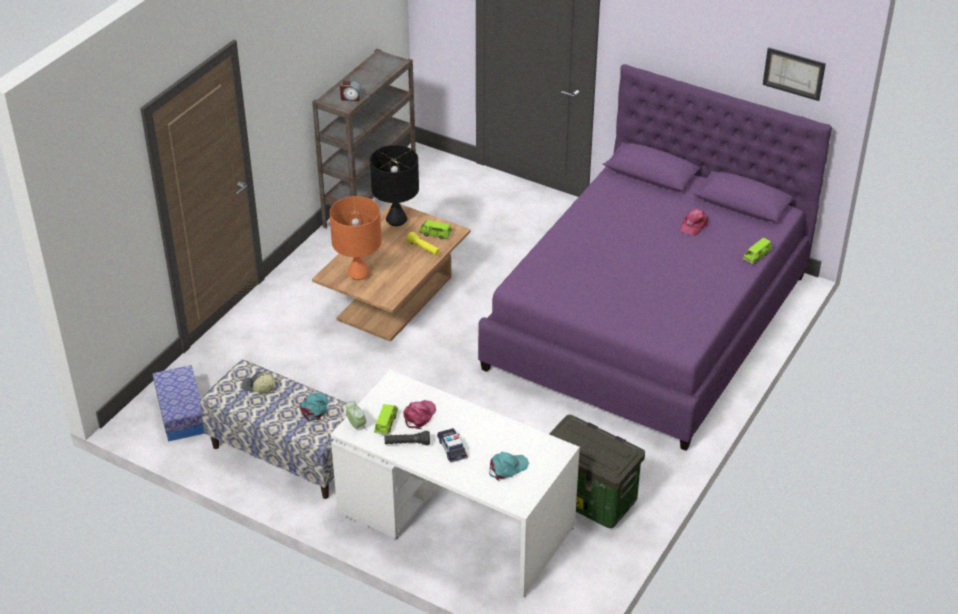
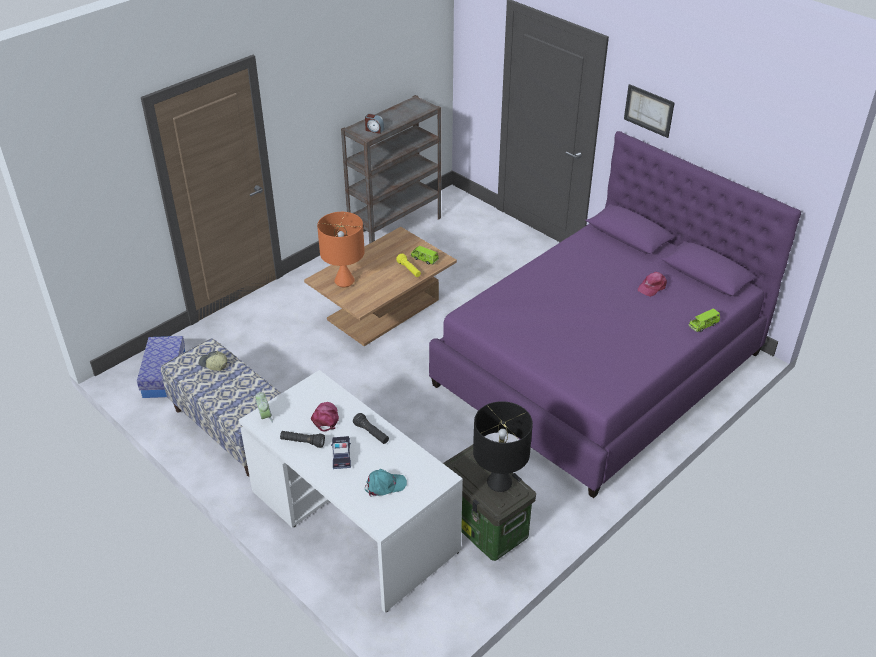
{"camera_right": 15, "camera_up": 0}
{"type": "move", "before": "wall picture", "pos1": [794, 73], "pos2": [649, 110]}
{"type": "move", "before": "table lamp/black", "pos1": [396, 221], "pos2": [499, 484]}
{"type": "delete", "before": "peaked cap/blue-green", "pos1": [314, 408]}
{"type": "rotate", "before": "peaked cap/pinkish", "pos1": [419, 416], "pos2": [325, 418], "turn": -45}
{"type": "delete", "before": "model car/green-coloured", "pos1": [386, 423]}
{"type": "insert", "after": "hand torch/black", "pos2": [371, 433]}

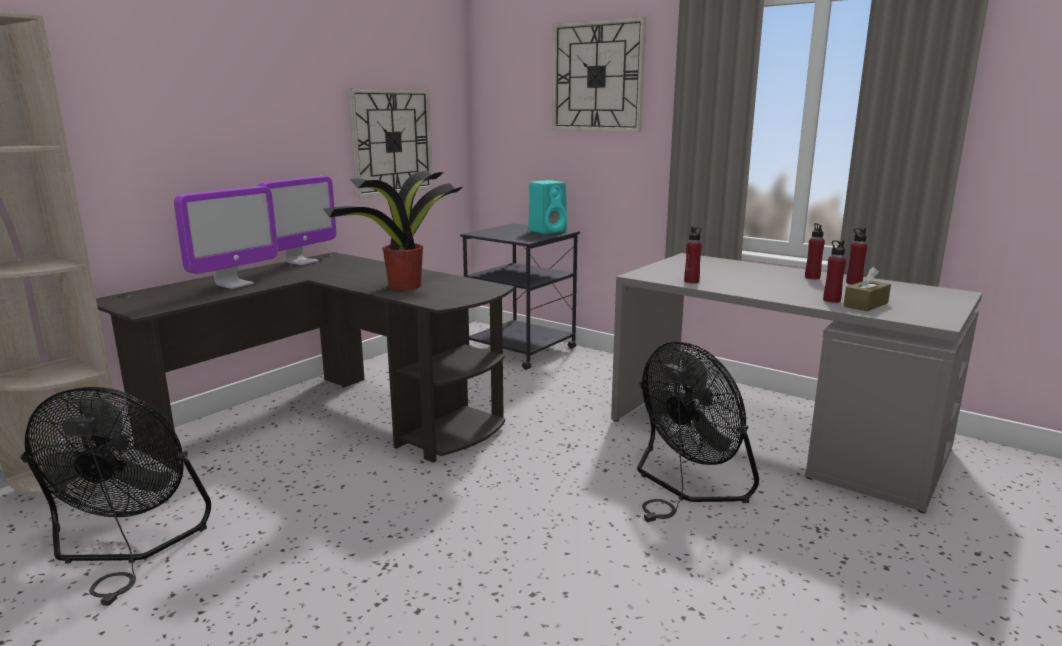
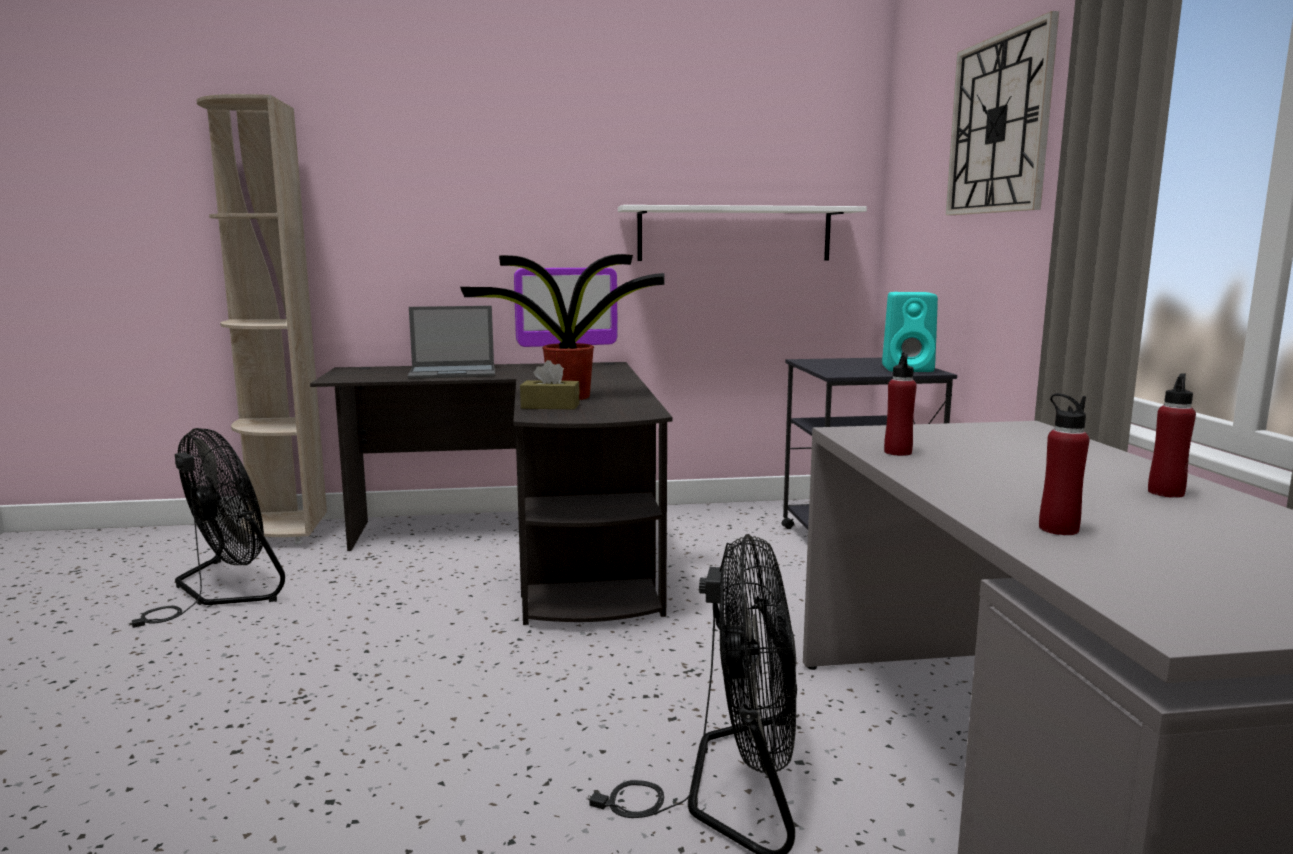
{"camera_right": 45, "camera_up": -5}
{"type": "replace", "before": "wall clock", "after": "shelf/whitish", "pos1": [392, 142], "pos2": [734, 234]}
{"type": "replace", "before": "computer screen", "after": "portable computer", "pos1": [234, 284], "pos2": [454, 372]}
{"type": "delete", "before": "bottle/red-coloured", "pos1": [853, 283]}
{"type": "move", "before": "tissue box/brown-coloured", "pos1": [865, 304], "pos2": [550, 406]}

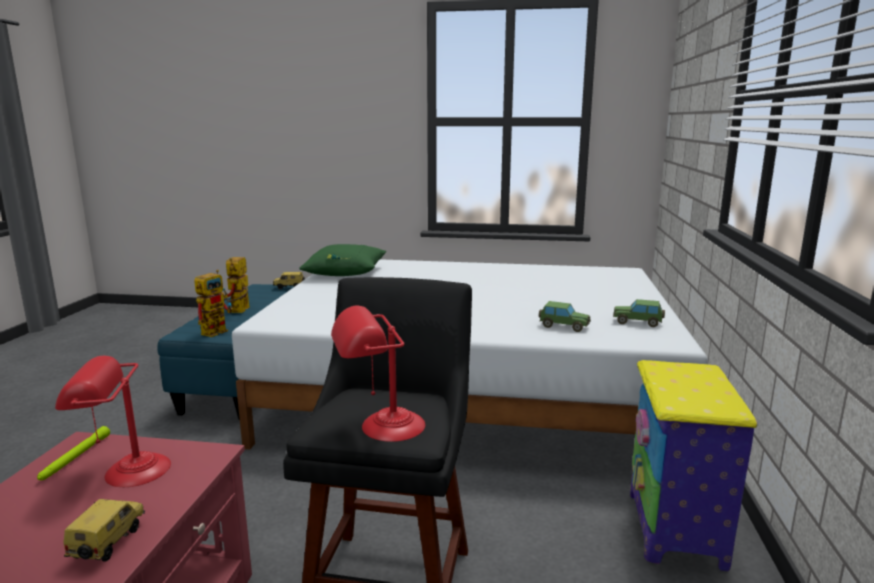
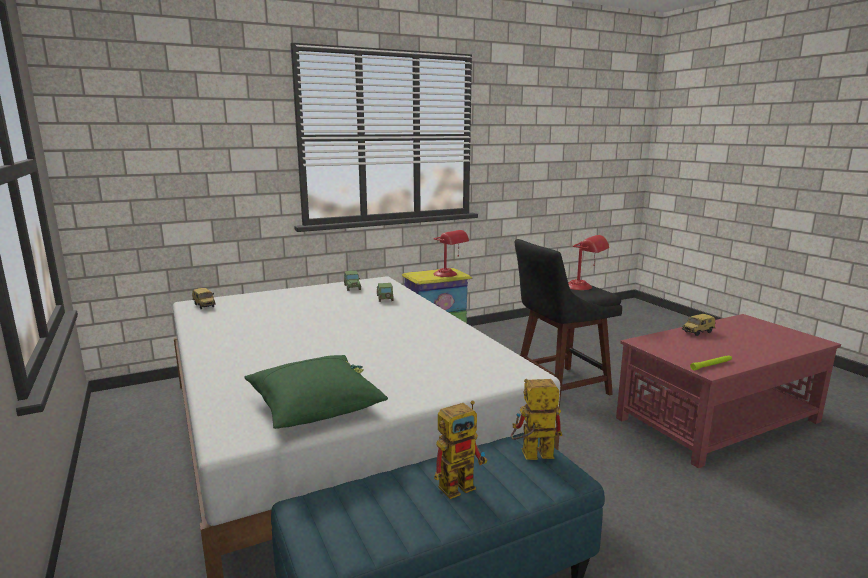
{"camera_right": -125, "camera_up": 0}
{"type": "move", "before": "model car", "pos1": [289, 288], "pos2": [205, 306]}
{"type": "move", "before": "table lamp/red-coloured", "pos1": [123, 472], "pos2": [449, 274]}

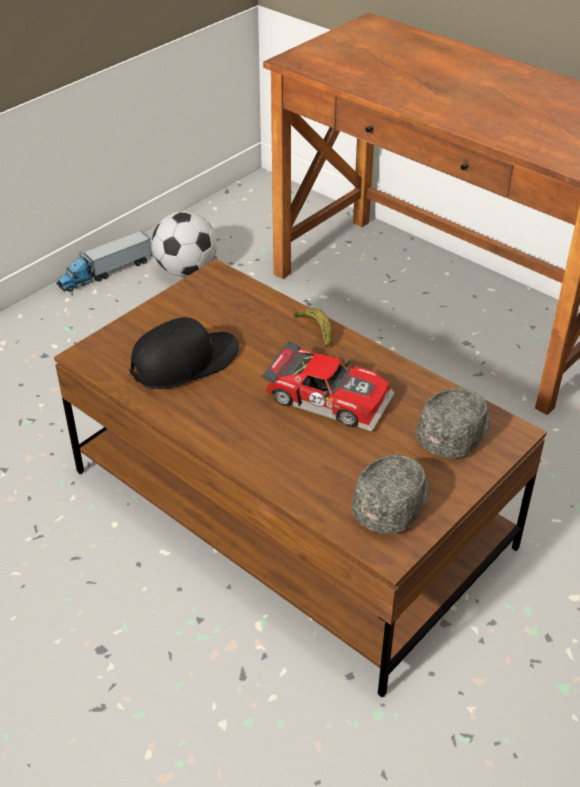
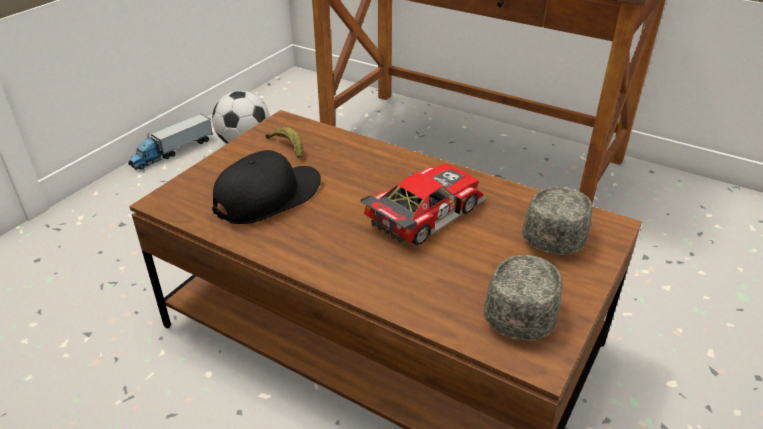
{"camera_right": -10, "camera_up": -5}
{"type": "move", "before": "banana fruit", "pos1": [316, 330], "pos2": [288, 147]}
{"type": "rotate", "before": "model car", "pos1": [329, 396], "pos2": [422, 212], "turn": -60}

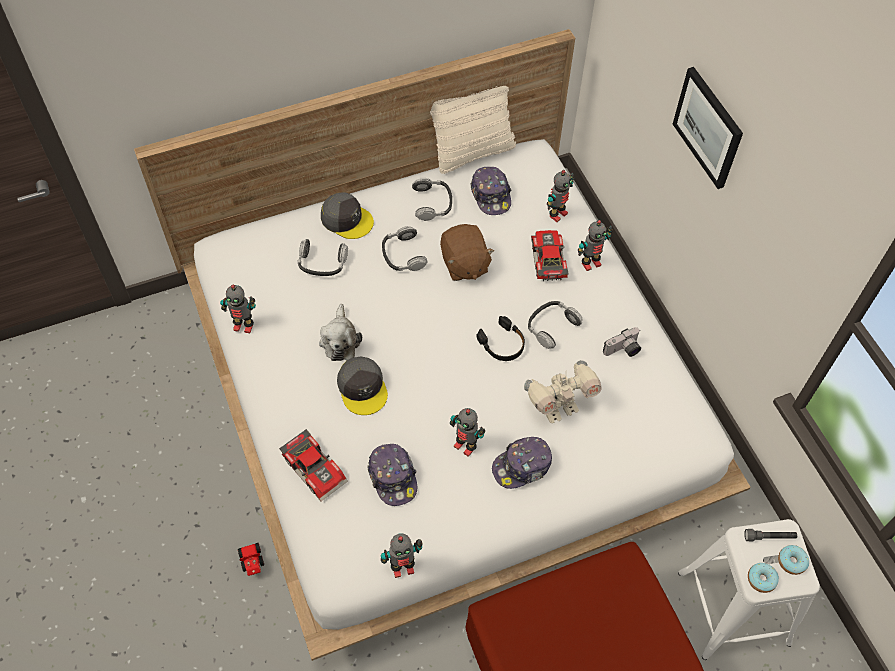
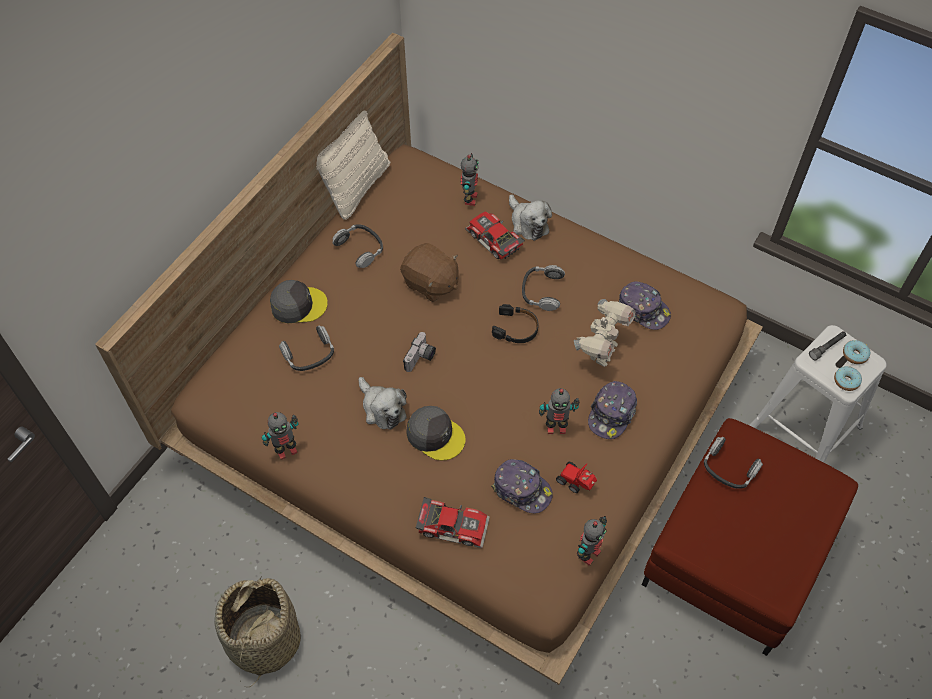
{"camera_right": -35, "camera_up": 0}
{"type": "recolor", "before": "sleeping bed/whitish", "after": "sleeping bed/brown-coloured", "pos1": [446, 393], "pos2": [466, 406]}
{"type": "delete", "before": "wall picture", "pos1": [708, 127]}
{"type": "move", "before": "peaked cap", "pos1": [491, 195], "pos2": [643, 310]}
{"type": "replace", "before": "robot figure", "after": "cuddly toy", "pos1": [590, 263], "pos2": [528, 223]}
{"type": "move", "before": "pair of headphones", "pos1": [403, 255], "pos2": [729, 468]}
{"type": "move", "before": "photo camera", "pos1": [623, 350], "pos2": [421, 358]}
{"type": "move", "before": "model car", "pos1": [252, 563], "pos2": [577, 482]}
{"type": "insert", "after": "basket", "pos2": [263, 640]}

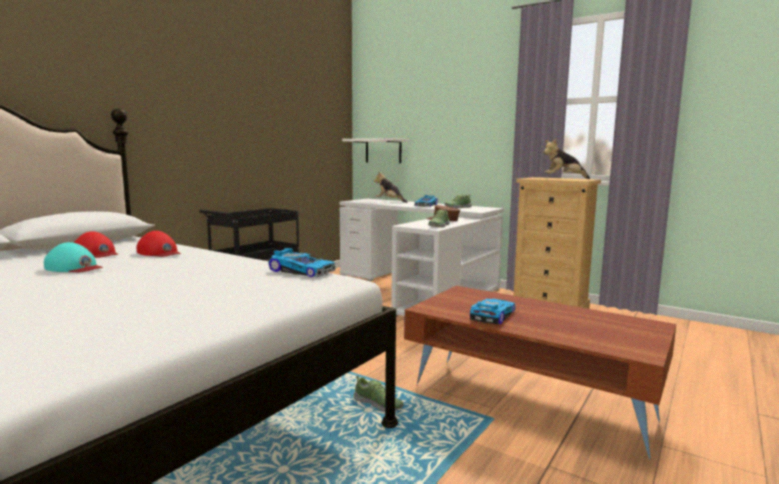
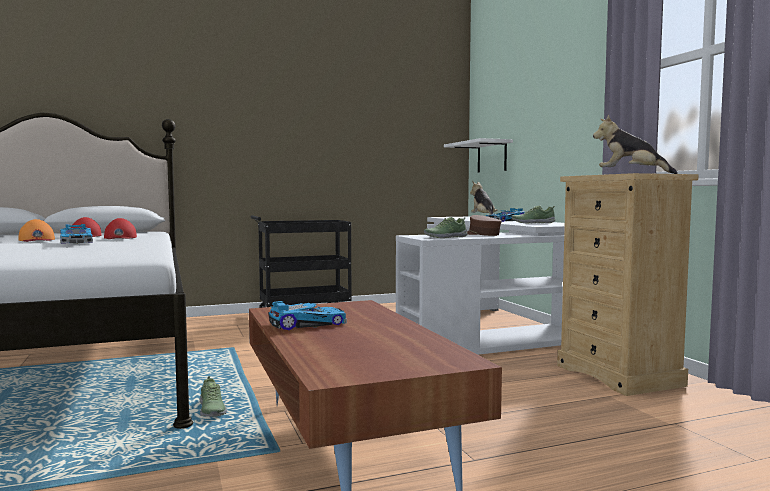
{"camera_right": 35, "camera_up": -5}
{"type": "recolor", "before": "peaked cap/blue-green", "after": "peaked cap/orange", "pos1": [74, 267], "pos2": [37, 240]}
{"type": "move", "before": "model car", "pos1": [302, 270], "pos2": [77, 242]}

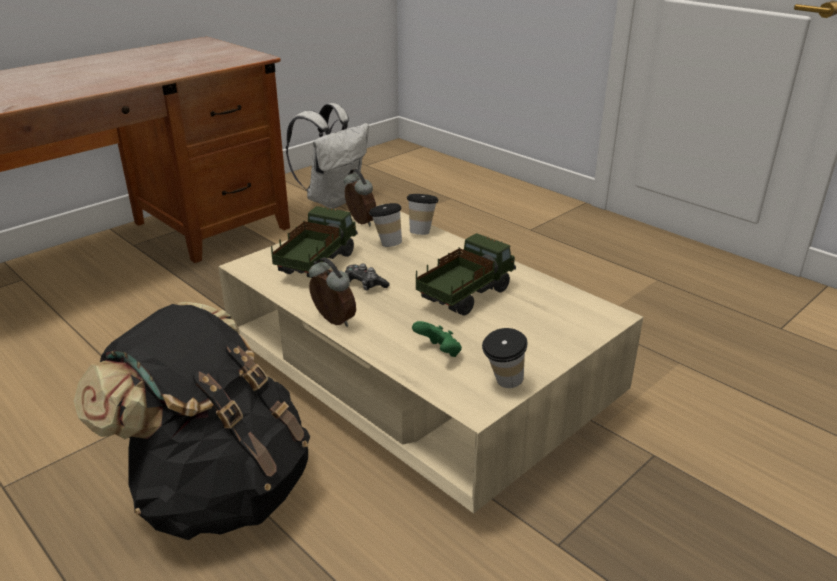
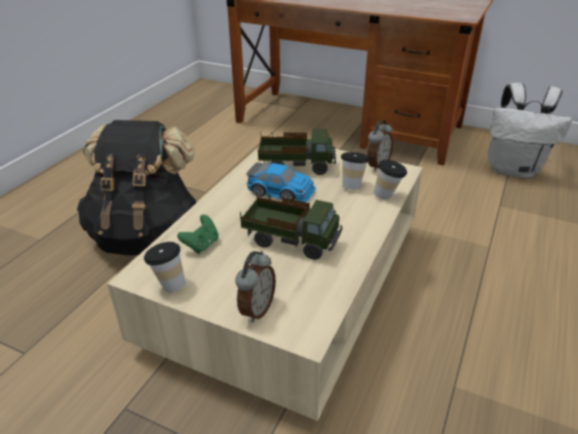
{"camera_right": 70, "camera_up": 5}
{"type": "move", "before": "table clock", "pos1": [332, 321], "pos2": [256, 309]}
{"type": "replace", "before": "gamepad", "after": "model car", "pos1": [365, 284], "pos2": [281, 191]}

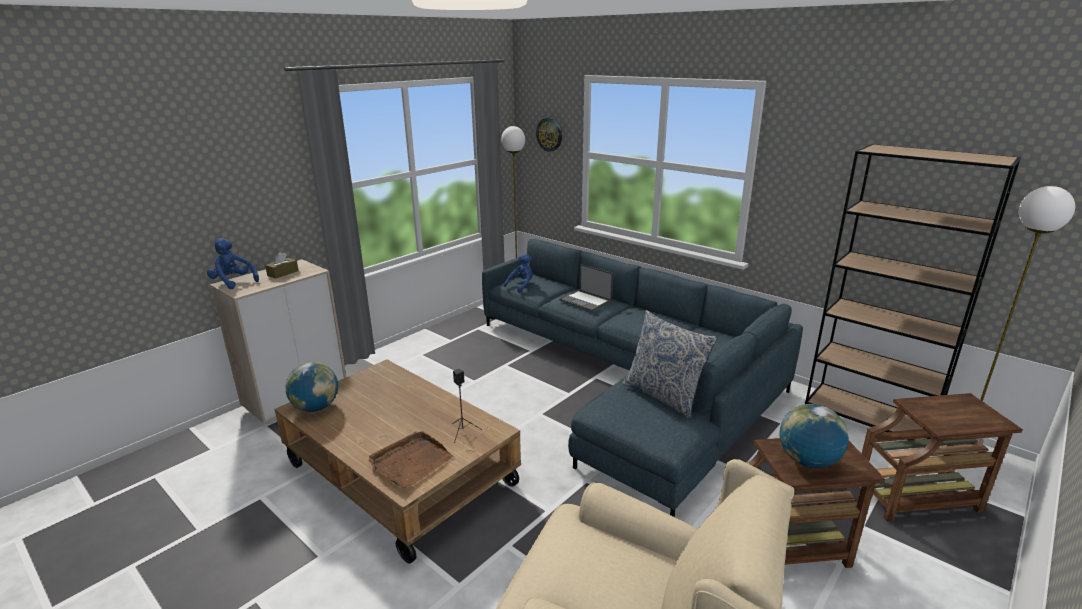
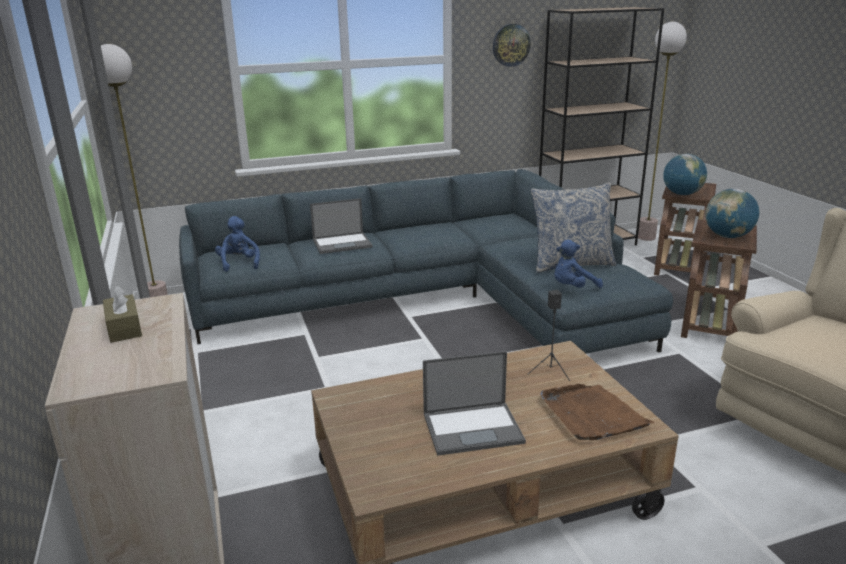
{"camera_right": -60, "camera_up": 0}
{"type": "move", "before": "wall clock", "pos1": [549, 134], "pos2": [511, 45]}
{"type": "move", "before": "cuddly toy/blue-coloured", "pos1": [233, 282], "pos2": [572, 288]}
{"type": "move", "before": "world globe", "pos1": [316, 407], "pos2": [682, 194]}
{"type": "insert", "after": "portable computer", "pos2": [473, 428]}

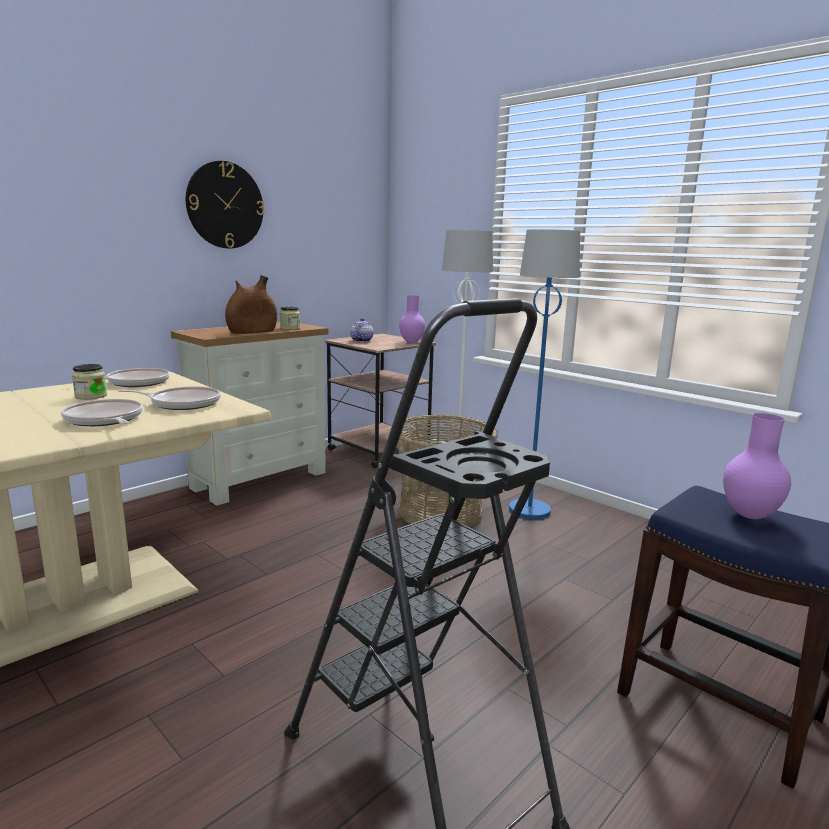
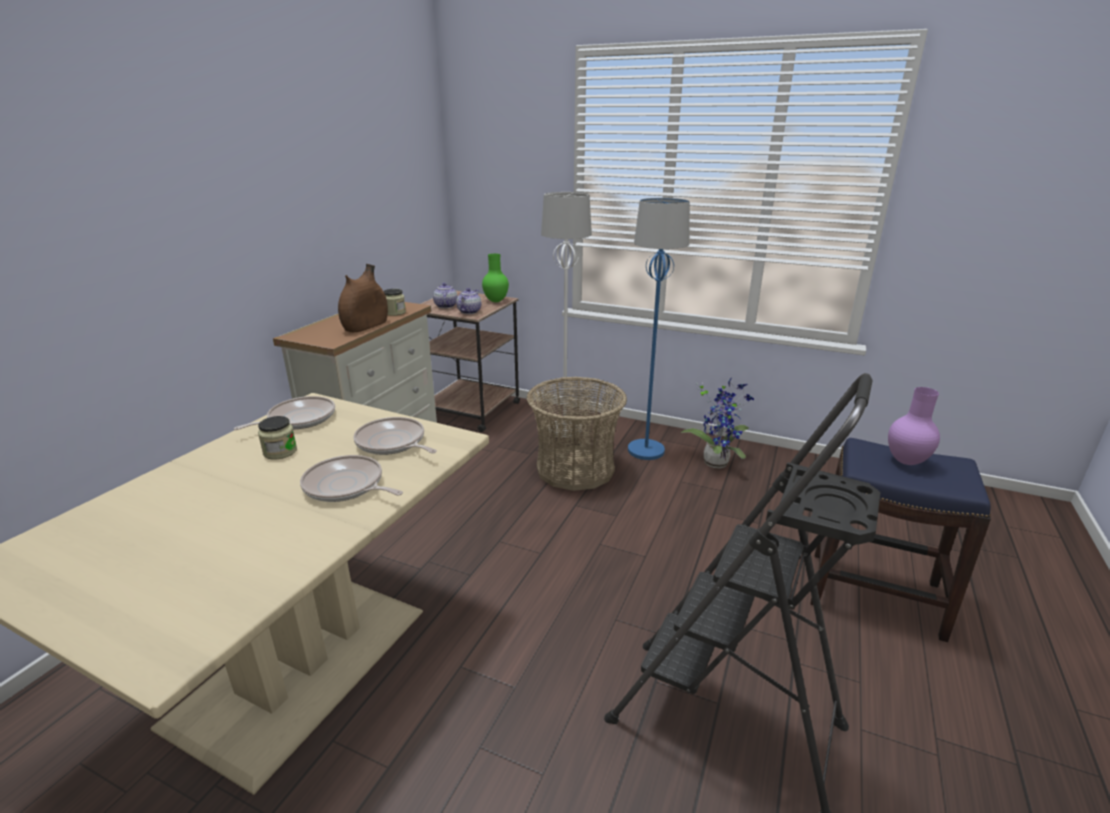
{"camera_right": -20, "camera_up": 10}
{"type": "delete", "before": "wall clock", "pos1": [225, 205]}
{"type": "recolor", "before": "decorative vase/purplish", "after": "decorative vase/green-coloured", "pos1": [411, 342], "pos2": [496, 301]}
{"type": "rotate", "before": "pan", "pos1": [182, 403], "pos2": [392, 443], "turn": -120}
{"type": "insert", "after": "pot for tea", "pos2": [469, 311]}
{"type": "insert", "after": "potted plant", "pos2": [717, 461]}

